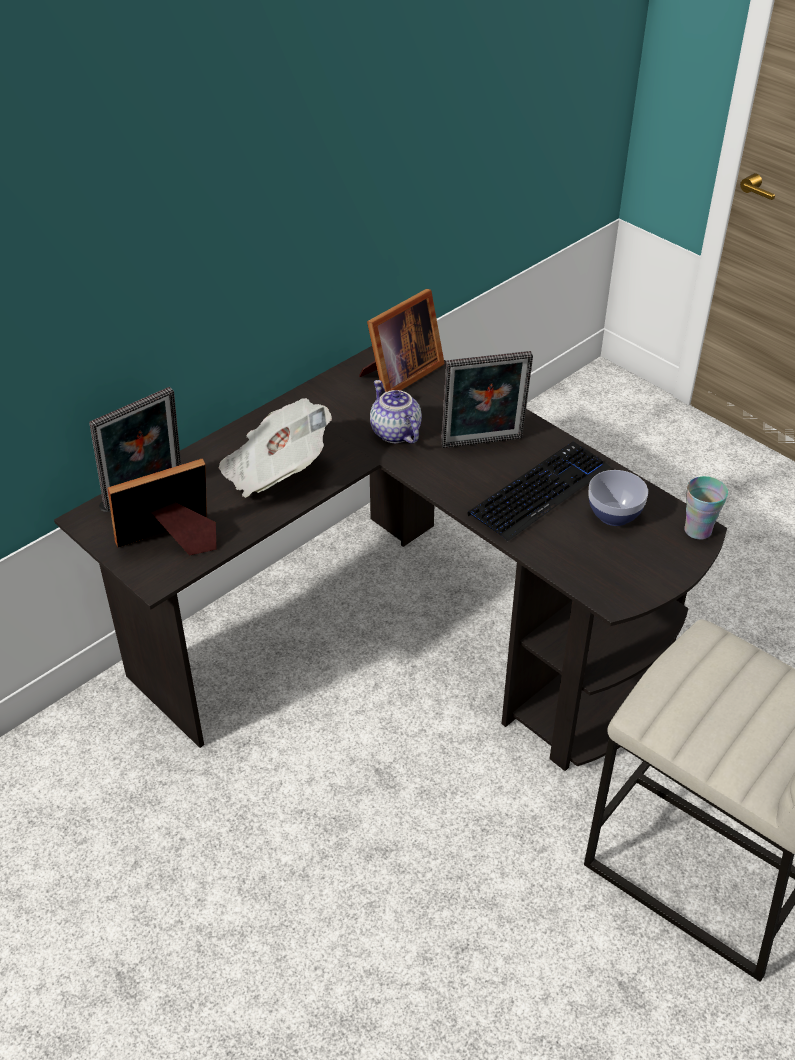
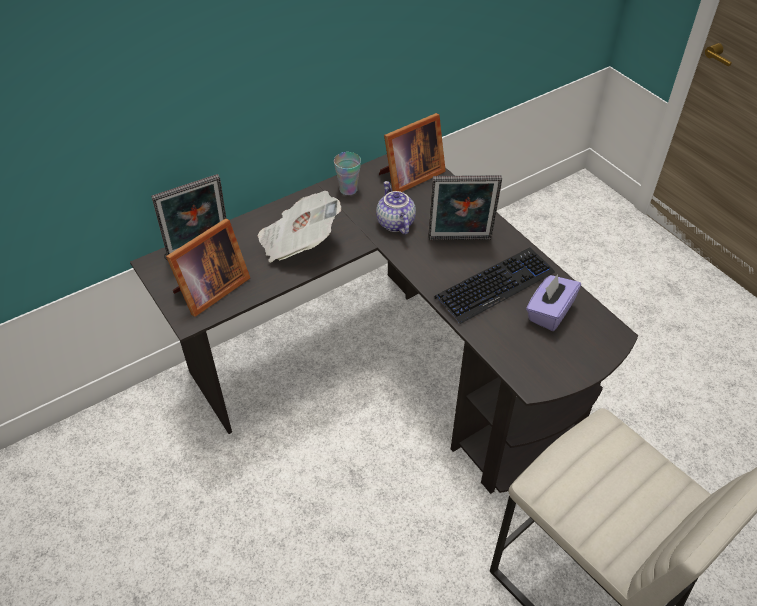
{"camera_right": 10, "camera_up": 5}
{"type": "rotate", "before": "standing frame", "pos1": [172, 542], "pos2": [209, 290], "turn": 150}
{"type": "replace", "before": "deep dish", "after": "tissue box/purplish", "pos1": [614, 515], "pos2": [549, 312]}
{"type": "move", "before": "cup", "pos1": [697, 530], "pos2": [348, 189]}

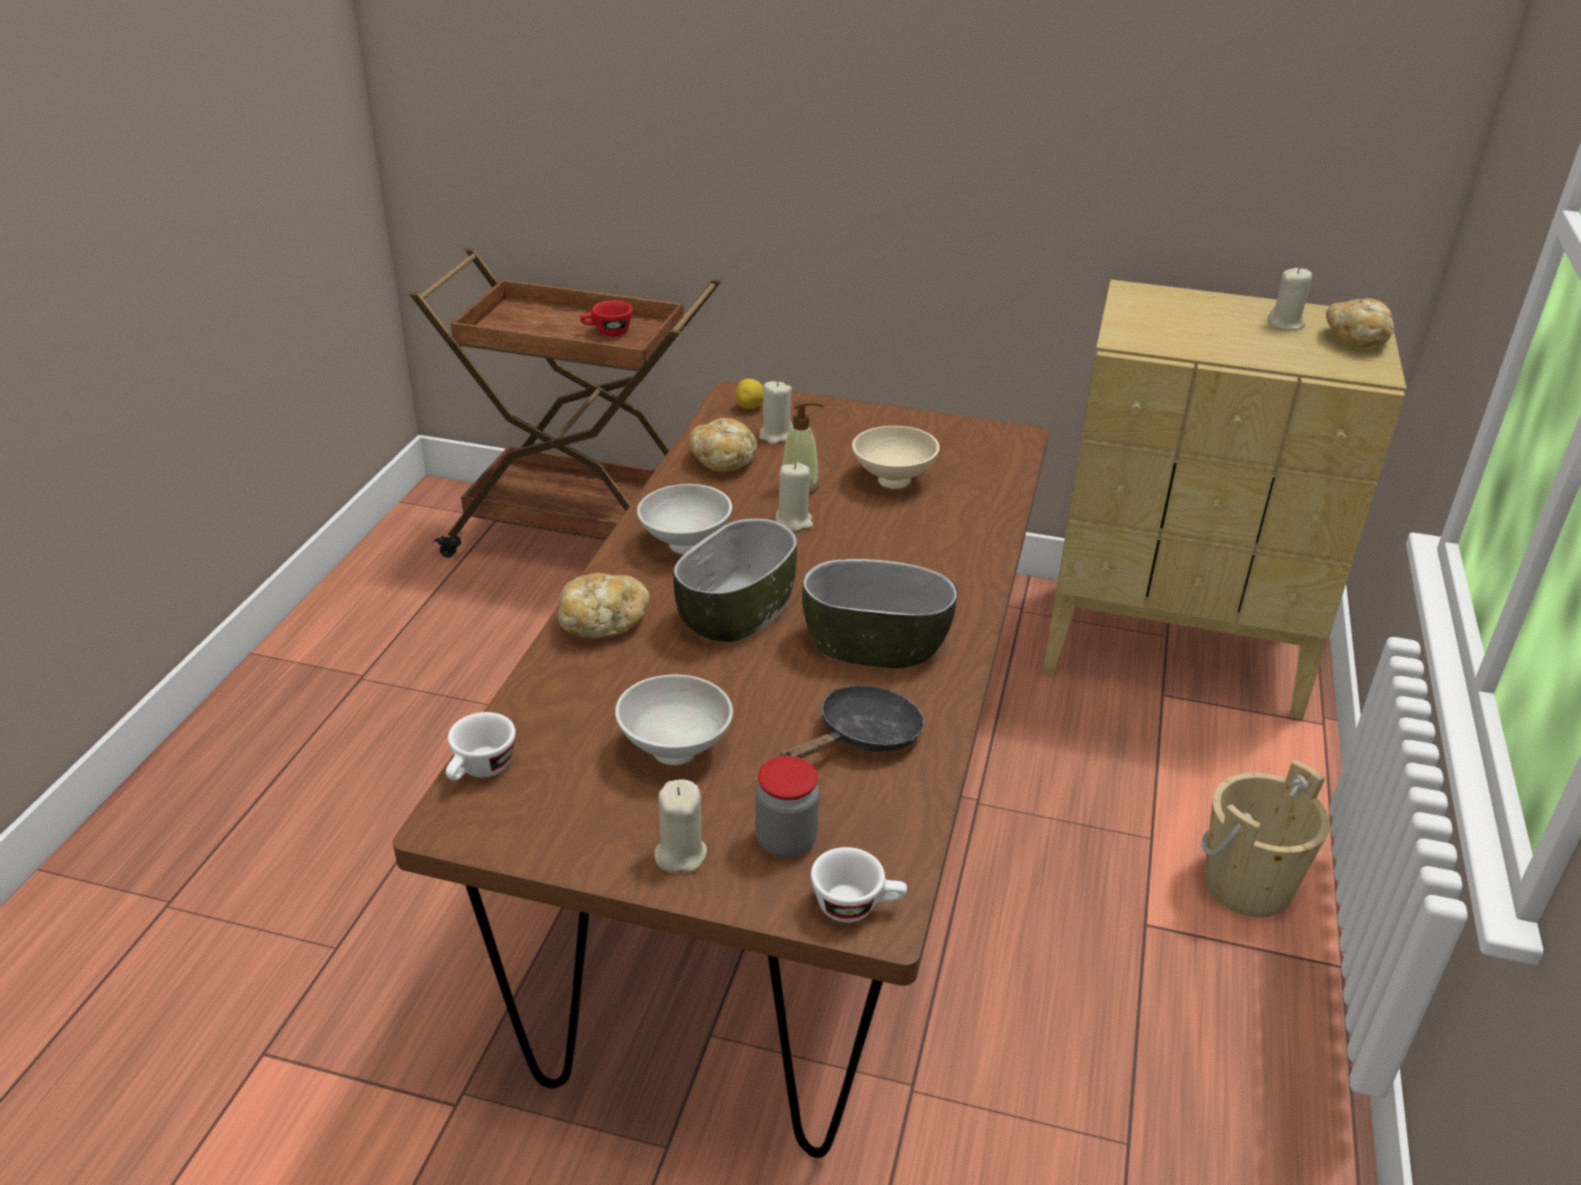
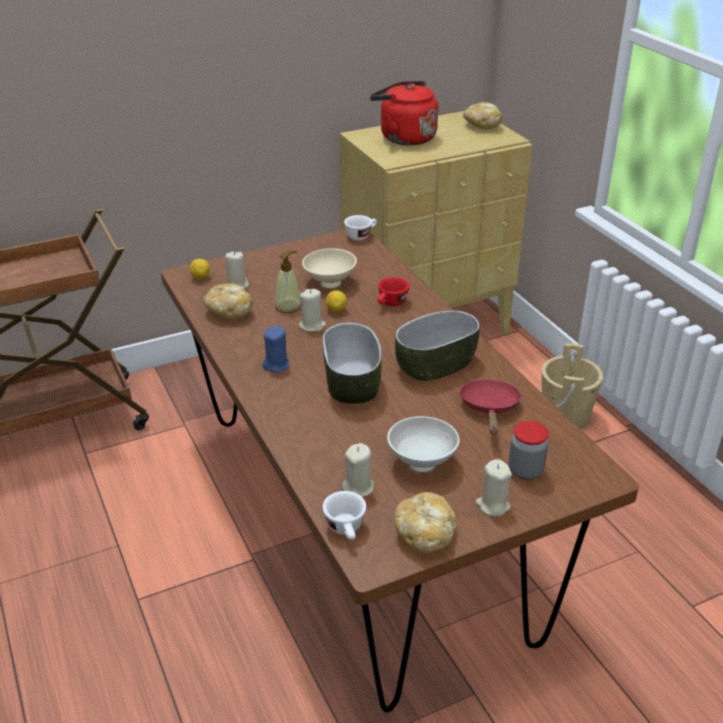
{"camera_right": -40, "camera_up": 0}
{"type": "move", "before": "candle/sand-coloured", "pos1": [1285, 324], "pos2": [358, 487]}
{"type": "move", "before": "cup/red-coloured", "pos1": [607, 332], "pos2": [391, 304]}
{"type": "replace", "before": "deep dish/whitish", "after": "candle/blue-coloured", "pos1": [684, 546], "pos2": [276, 365]}
{"type": "move", "before": "bakery bread", "pos1": [603, 622], "pos2": [425, 533]}
{"type": "recolor", "before": "pan/black", "after": "pan/red-coloured", "pos1": [862, 737], "pos2": [490, 408]}
{"type": "move", "before": "cup/whitish", "pos1": [856, 905], "pos2": [361, 236]}
{"type": "insert", "after": "kettle/red-coloured", "pos2": [404, 138]}
{"type": "insert", "after": "lemon", "pos2": [336, 310]}

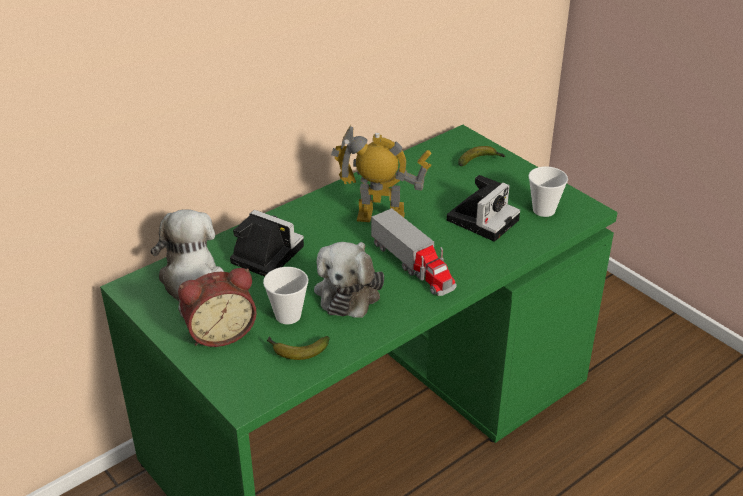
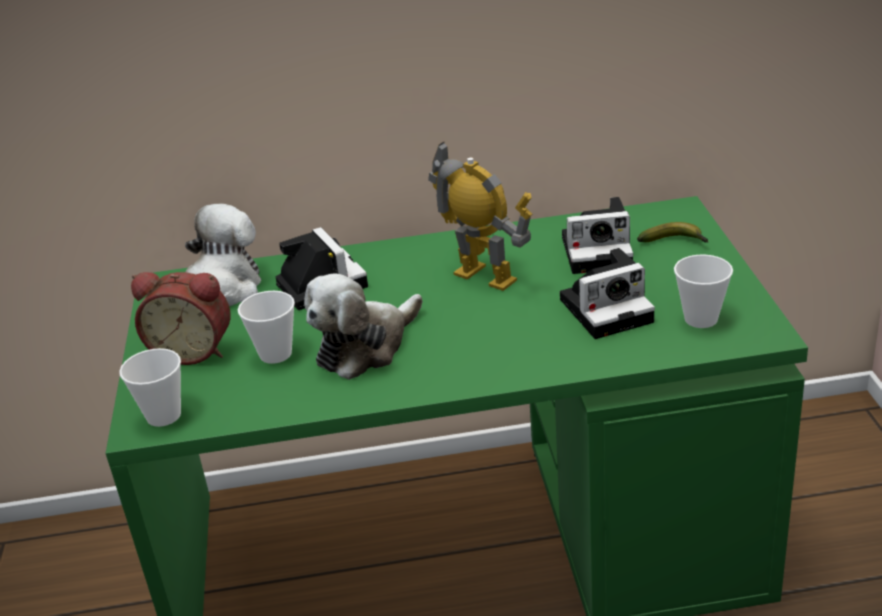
{"camera_right": 35, "camera_up": -5}
{"type": "delete", "before": "toy lorry", "pos1": [413, 265]}
{"type": "delete", "before": "banana fruit", "pos1": [296, 350]}
{"type": "insert", "after": "photo camera", "pos2": [599, 251]}
{"type": "insert", "after": "cup", "pos2": [163, 415]}

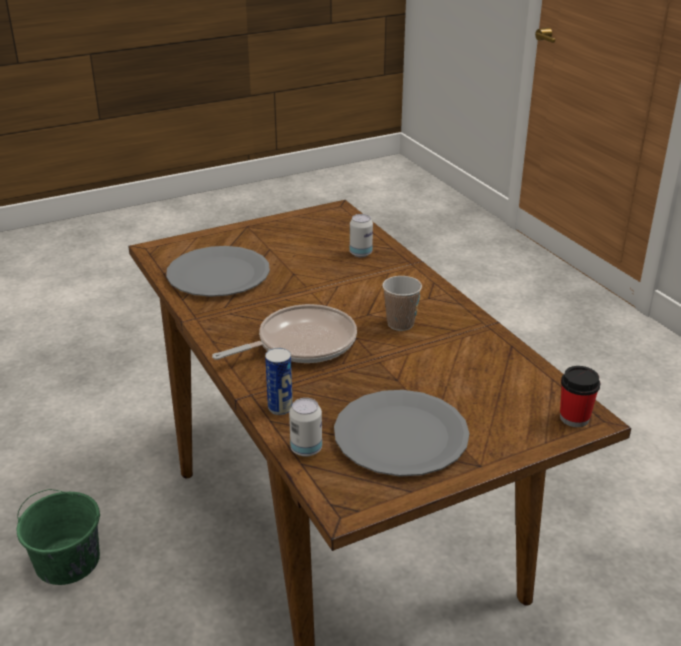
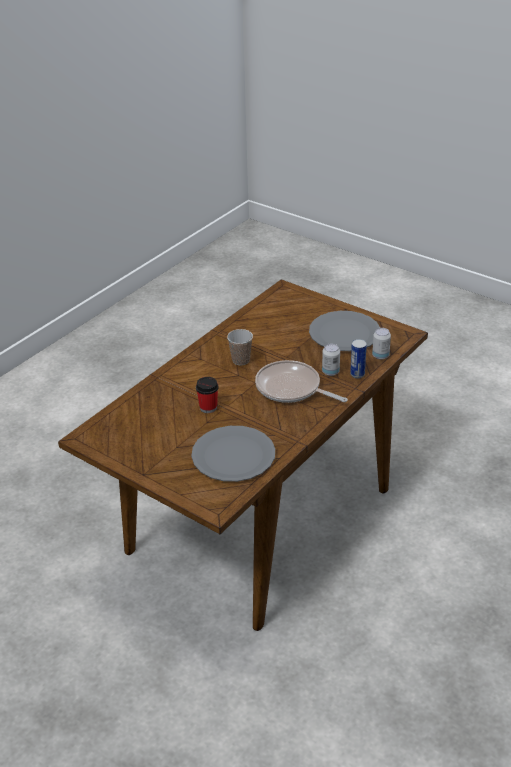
{"camera_right": -115, "camera_up": 5}
{"type": "move", "before": "can", "pos1": [360, 253], "pos2": [330, 372]}
{"type": "move", "before": "cup", "pos1": [574, 418], "pos2": [208, 407]}
{"type": "delete", "before": "pail/green-coloured", "pos1": [68, 561]}

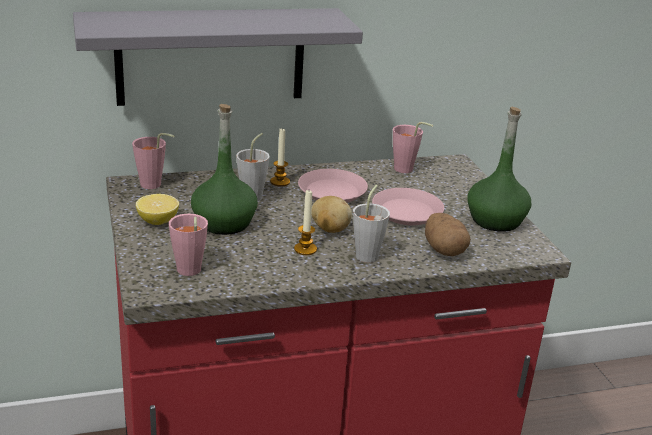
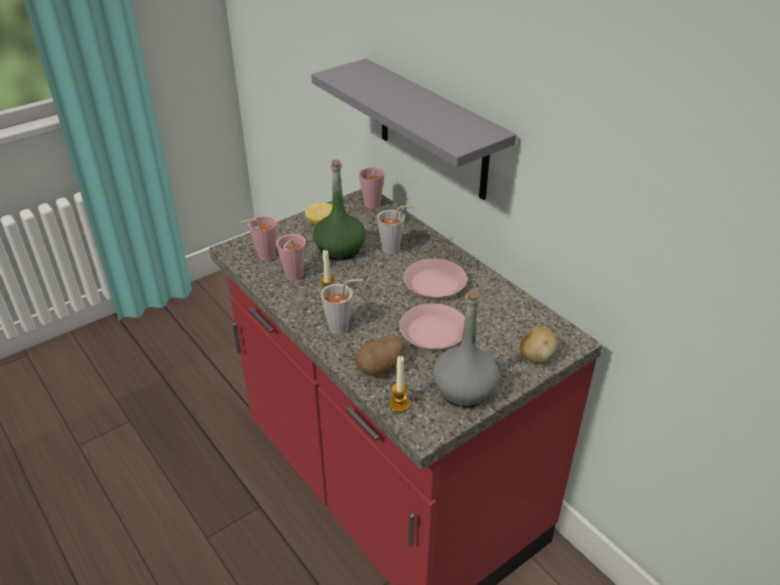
{"camera_right": 70, "camera_up": 10}
{"type": "recolor", "before": "bottle/green-coloured", "after": "bottle/gray", "pos1": [495, 220], "pos2": [464, 390]}
{"type": "move", "before": "cup/pinkish", "pos1": [407, 170], "pos2": [292, 277]}
{"type": "move", "before": "candle", "pos1": [280, 182], "pos2": [399, 404]}
{"type": "move", "before": "potato", "pos1": [329, 229], "pos2": [536, 356]}

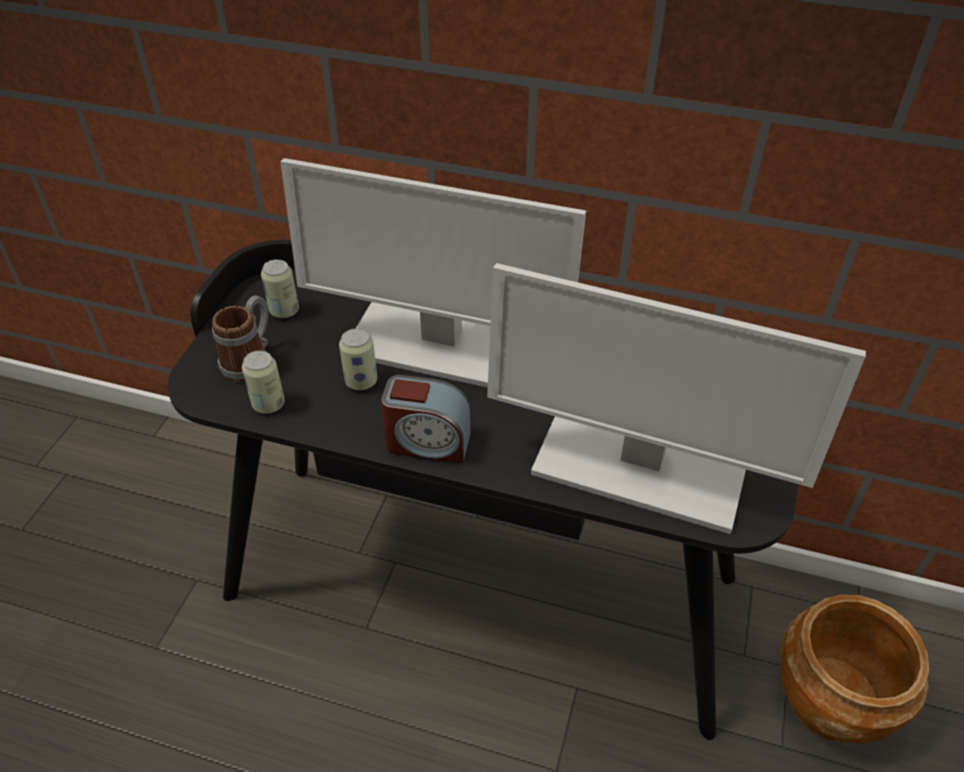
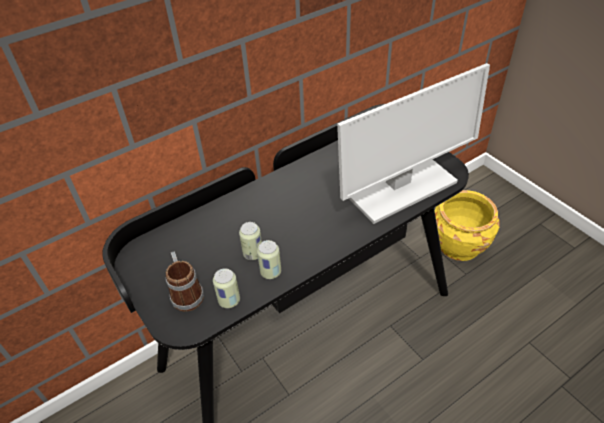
{"camera_right": -50, "camera_up": 0}
{"type": "delete", "before": "computer screen", "pos1": [437, 346]}
{"type": "move", "before": "can", "pos1": [284, 311], "pos2": [270, 272]}
{"type": "delete", "before": "table clock", "pos1": [427, 442]}
{"type": "recolor", "before": "plant pot/brown-coloured", "after": "plant pot/yellow-coloured", "pos1": [831, 700], "pos2": [459, 245]}

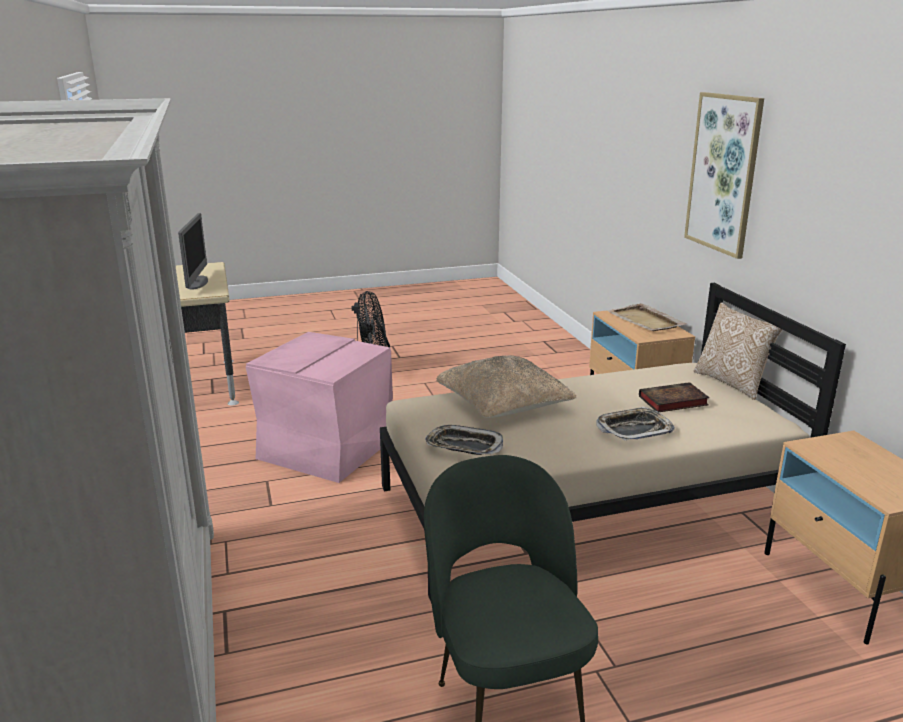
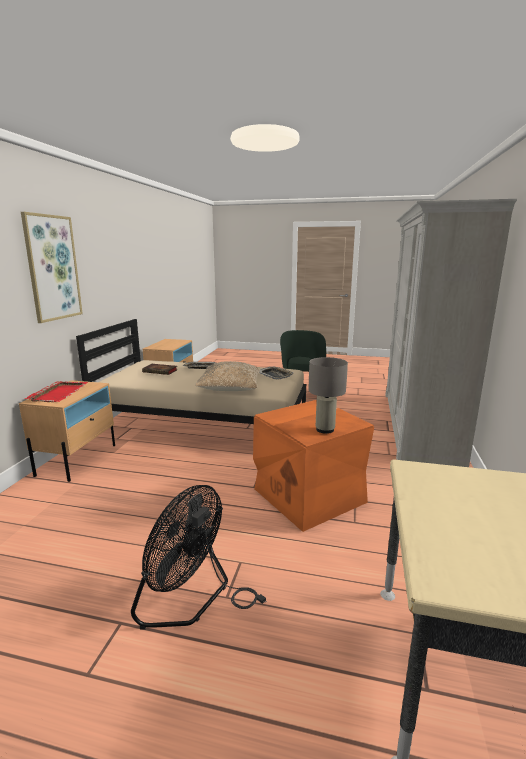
{"camera_right": -150, "camera_up": -5}
{"type": "delete", "before": "computer screen", "pos1": [197, 283]}
{"type": "recolor", "before": "tray/sand-coloured", "after": "tray/red-coloured", "pos1": [645, 320], "pos2": [59, 393]}
{"type": "delete", "before": "throw pillow", "pos1": [732, 383]}
{"type": "recolor", "before": "storage container/pinkish", "after": "storage container/orange", "pos1": [328, 448], "pos2": [307, 495]}
{"type": "insert", "after": "table lamp/gray", "pos2": [324, 430]}

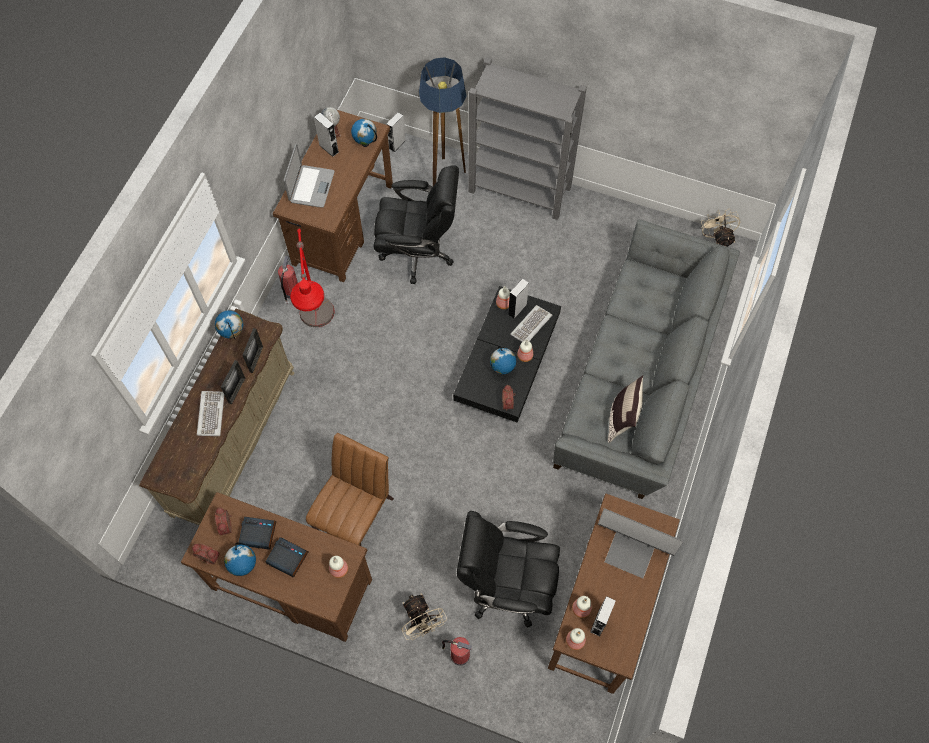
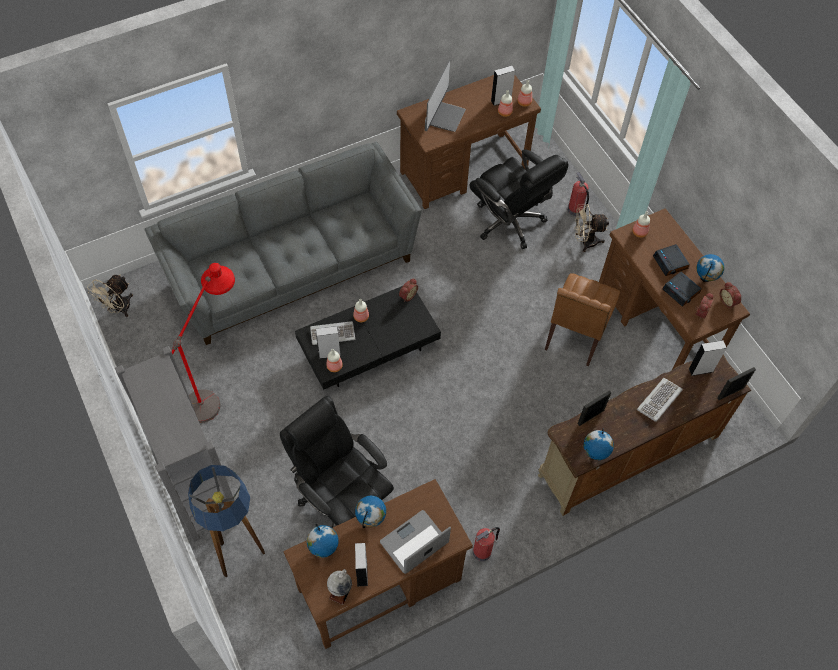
{"camera_right": -140, "camera_up": -5}
{"type": "move", "before": "audio speaker/gray", "pos1": [397, 144], "pos2": [701, 370]}
{"type": "move", "before": "standing lamp/red-coloured", "pos1": [320, 333], "pos2": [217, 386]}
{"type": "move", "before": "world globe", "pos1": [502, 369], "pos2": [371, 519]}
{"type": "move", "before": "standing frame", "pos1": [237, 390], "pos2": [730, 393]}
{"type": "delete", "before": "throw pillow", "pos1": [622, 420]}
{"type": "rotate", "before": "upright chair/brown-coloured", "pos1": [355, 517], "pos2": [576, 333], "turn": -45}
{"type": "rotate", "before": "computer screen", "pos1": [631, 550], "pos2": [444, 116], "turn": 45}
{"type": "rotate", "before": "fan/sand-coloured", "pos1": [421, 624], "pos2": [585, 241], "turn": -105}

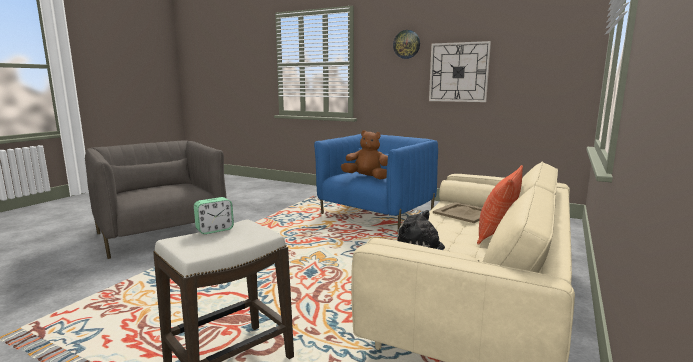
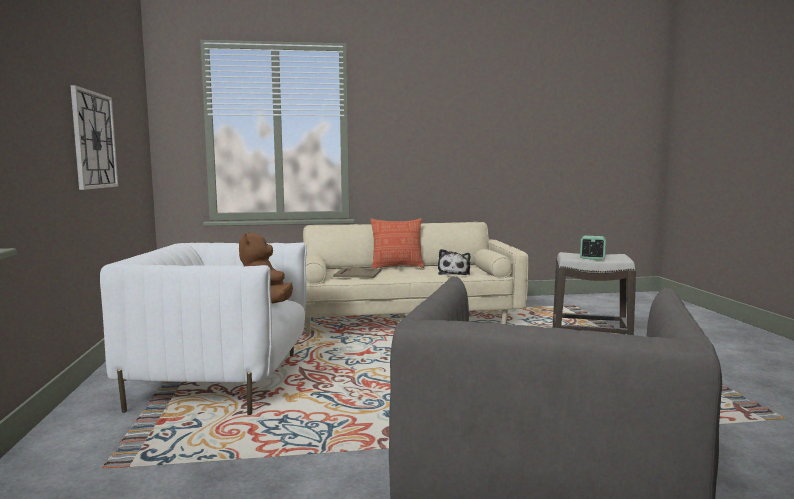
{"camera_right": -125, "camera_up": -5}
{"type": "delete", "before": "wall clock", "pos1": [406, 44]}
{"type": "recolor", "before": "armchair/blue-coloured", "after": "armchair/whitish", "pos1": [376, 215], "pos2": [221, 381]}

